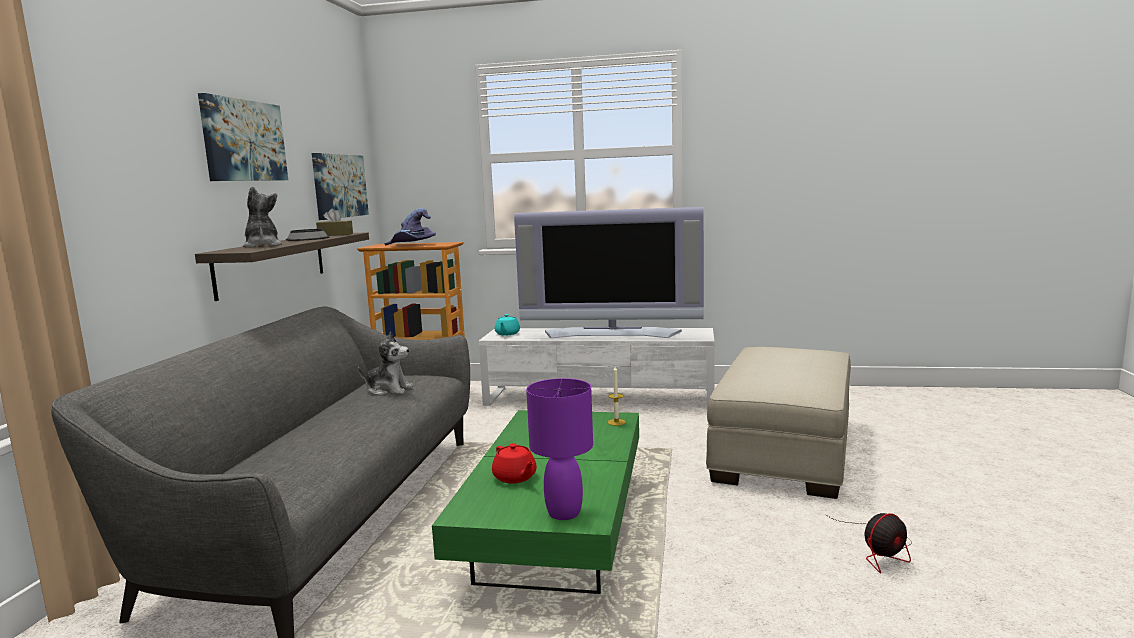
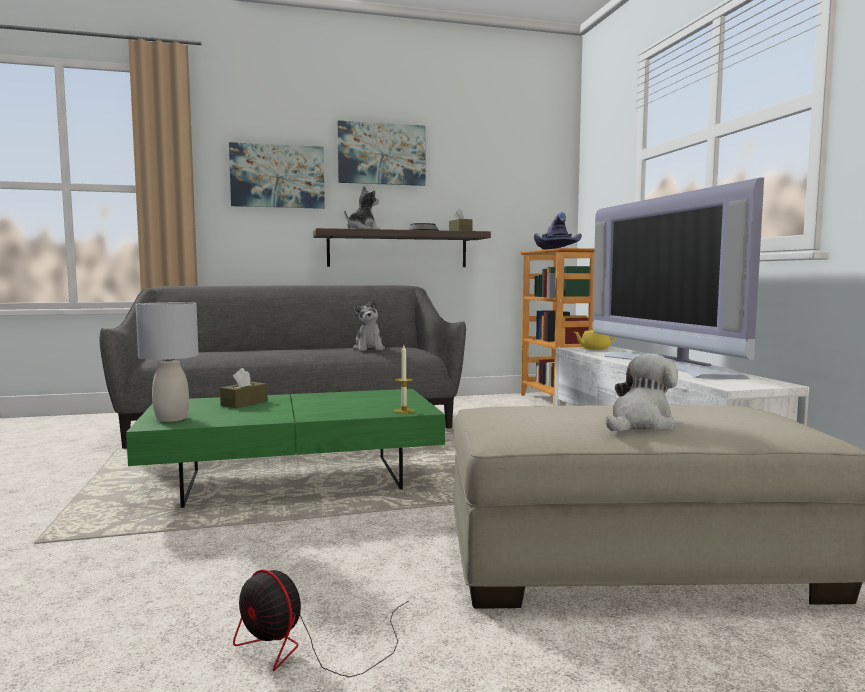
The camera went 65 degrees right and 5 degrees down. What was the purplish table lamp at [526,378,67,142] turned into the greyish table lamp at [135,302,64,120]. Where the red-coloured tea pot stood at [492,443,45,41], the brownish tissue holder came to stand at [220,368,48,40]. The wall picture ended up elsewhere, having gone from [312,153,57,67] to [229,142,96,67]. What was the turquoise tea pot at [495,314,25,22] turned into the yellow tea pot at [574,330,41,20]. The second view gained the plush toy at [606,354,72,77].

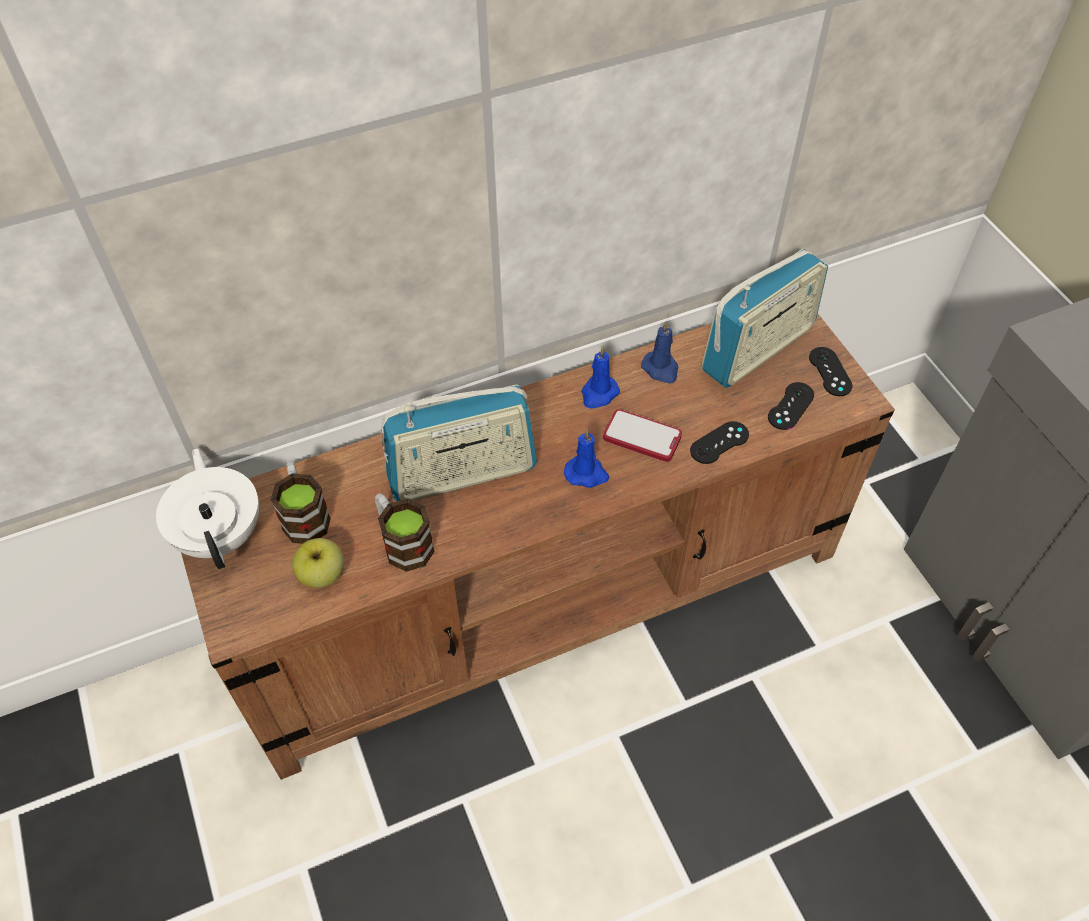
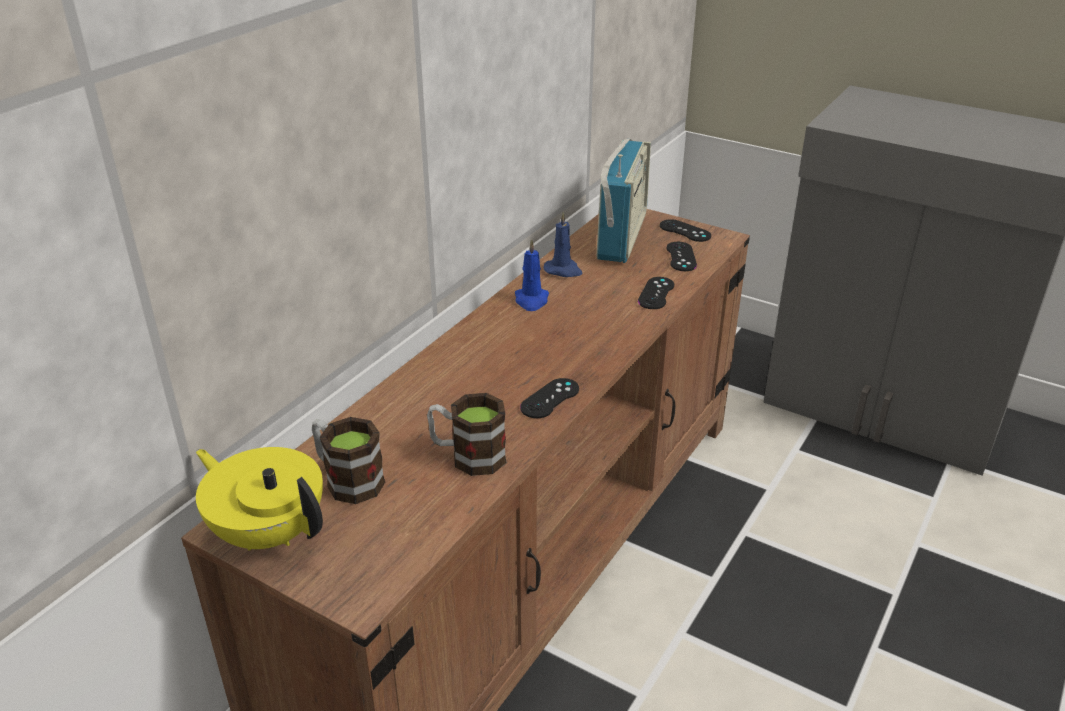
The camera went 35 degrees left and 20 degrees down. What was the whitish tea pot at [156,448,103,121] turned into the yellow tea pot at [196,447,127,104]. The second view gained the black game controller at [520,378,59,40]. The second view lost the whole apple at [292,538,52,50]. The second view lost the radio receiver at [381,384,156,117]. The second view lost the bluish wax light at [564,429,45,59]. The second view lost the phone at [603,409,79,53].

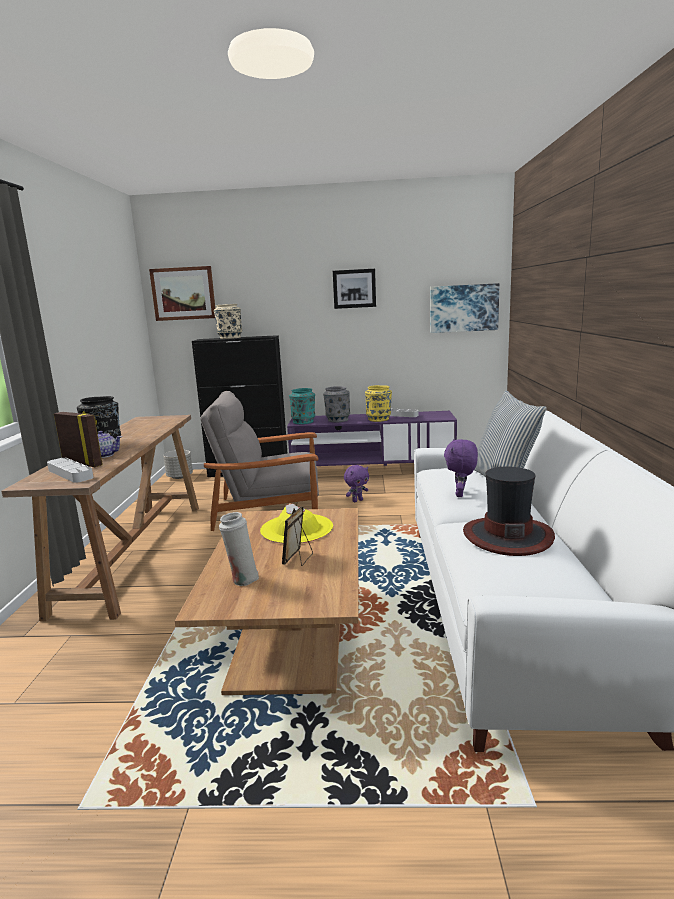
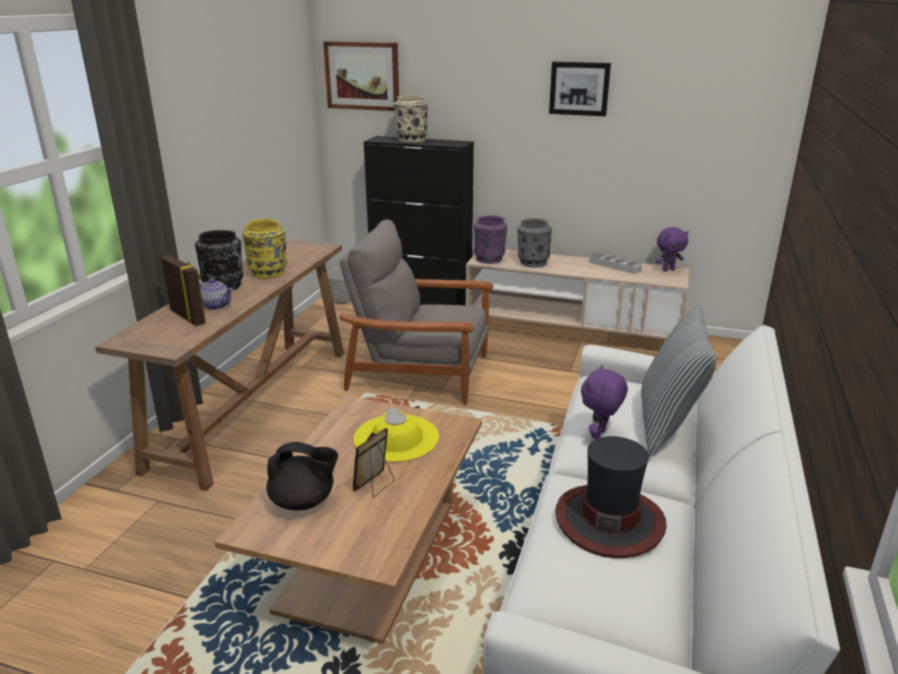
The camera went 15 degrees right and 10 degrees up. The yellow flower vase ended up elsewhere, having gone from [365,385,27,37] to [242,219,45,60]. Where the whitish flower vase stood at [219,512,40,74], the black tea pot came to stand at [267,442,71,68]. What was the purplish tv unit at [287,411,170,55] turned into the beige tv unit at [466,249,223,90]. What was the turquoise flower vase at [289,388,26,36] turned into the purplish flower vase at [474,215,33,49]. The purplish plush toy ended up elsewhere, having gone from [344,465,25,38] to [656,227,33,44]. The second view lost the greyish carrying tray at [47,458,47,25]. The second view lost the wall picture at [430,283,69,50].

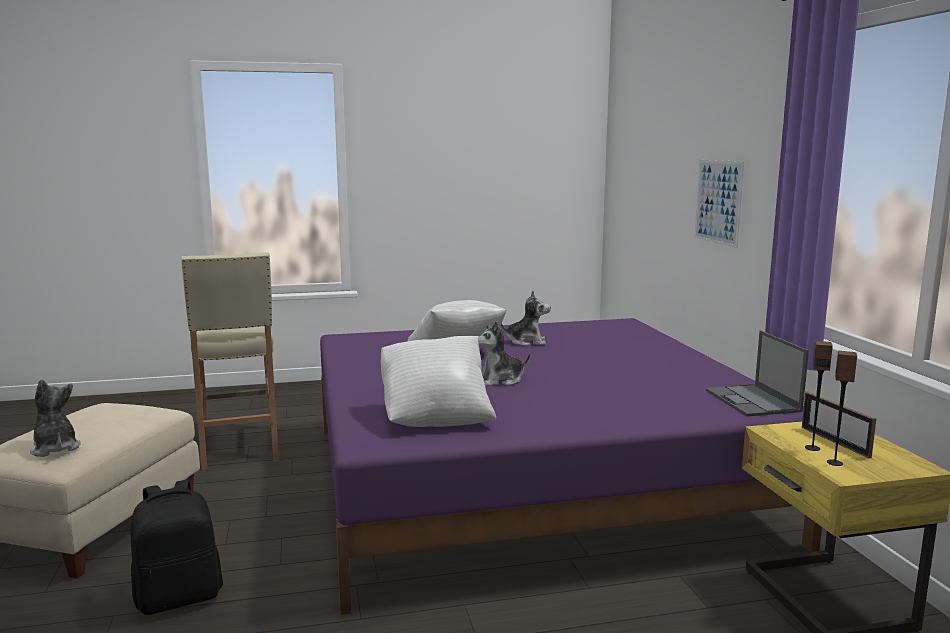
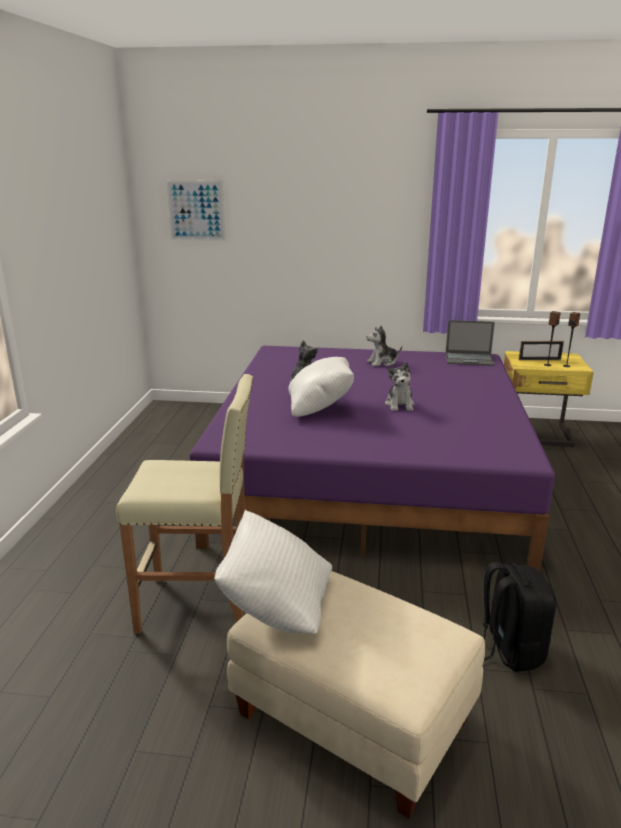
The camera went 70 degrees left and 10 degrees up. The wall picture ended up elsewhere, having gone from [694,160,50,88] to [166,181,60,60]. The whitish cushion ended up elsewhere, having gone from [381,336,115,91] to [214,510,118,124]. The plush toy ended up elsewhere, having gone from [30,379,51,78] to [366,325,36,41].

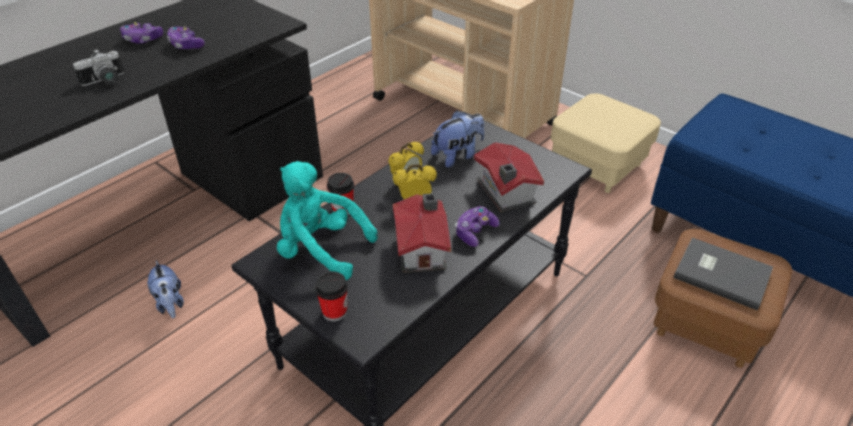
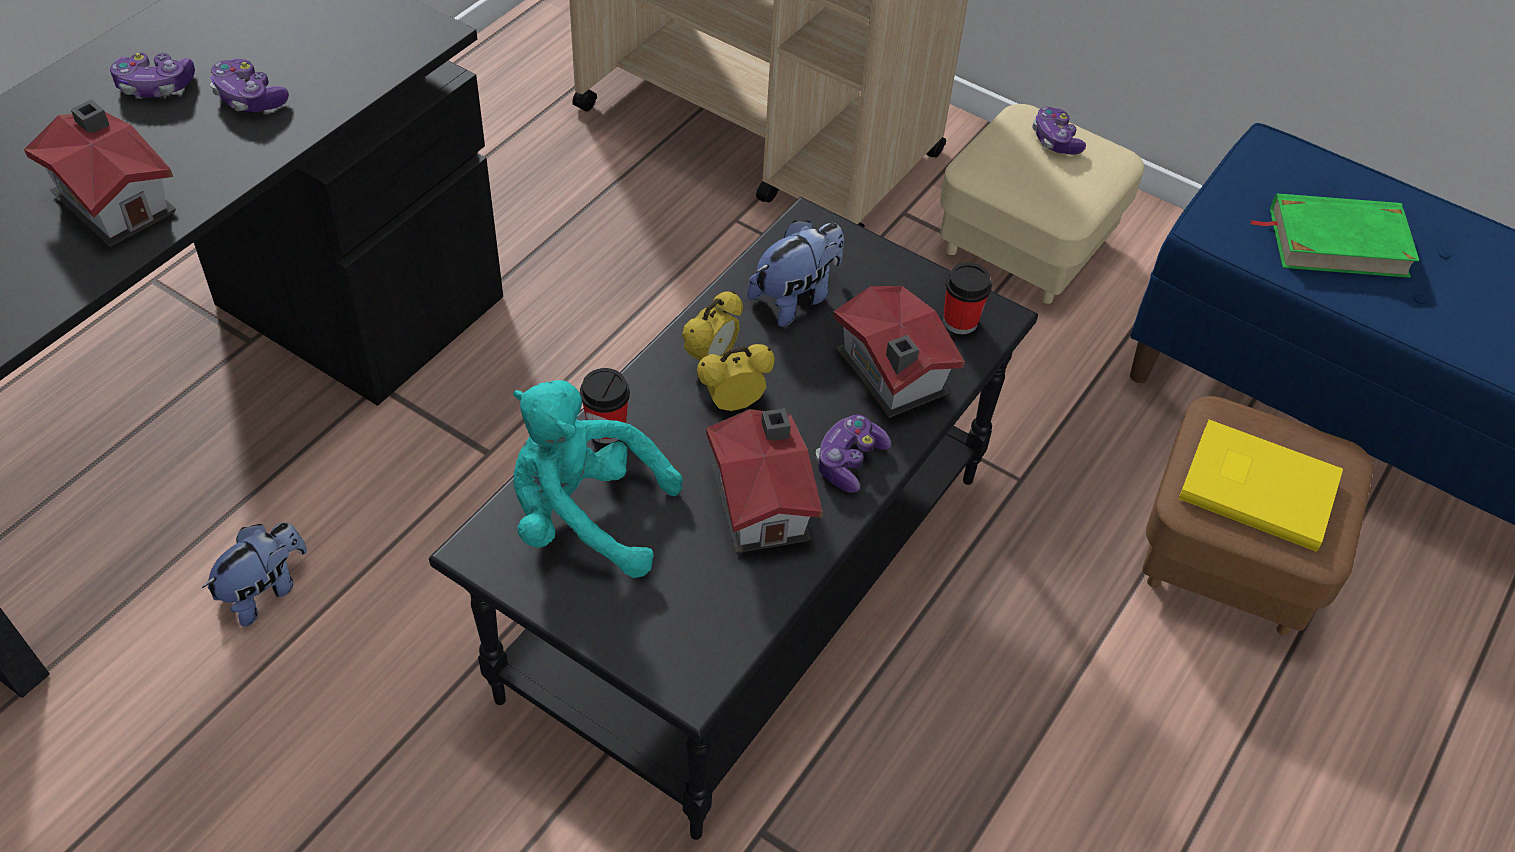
The camera went 10 degrees left and 10 degrees up. Where the photo camera stood at [73,49,51,37], the toy house came to stand at [24,99,152,148]. The plush toy at [147,260,37,58] ended up facing another way, 105 degrees counterclockwise from before. The small cup ended up elsewhere, having gone from [315,271,33,51] to [943,263,49,71]. The second view gained the game controller at [1032,107,54,48]. What was the greyish book at [673,237,100,73] turned into the yellow book at [1179,420,164,132]. The second view gained the green book at [1250,194,169,84].

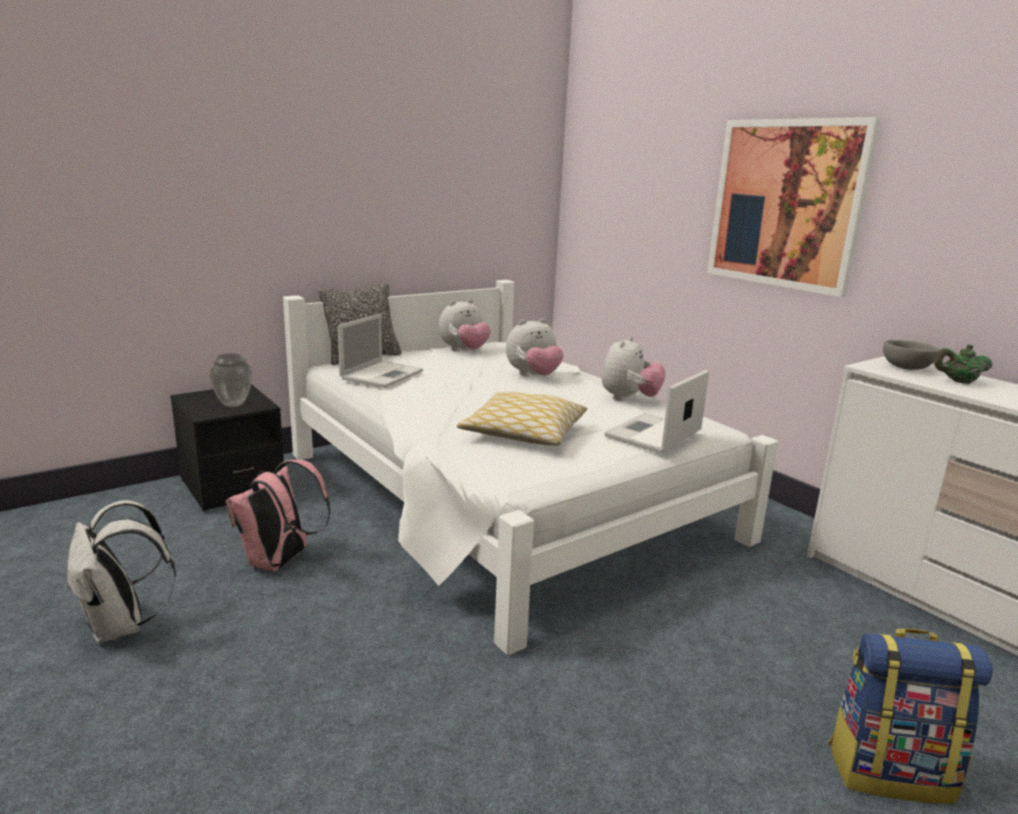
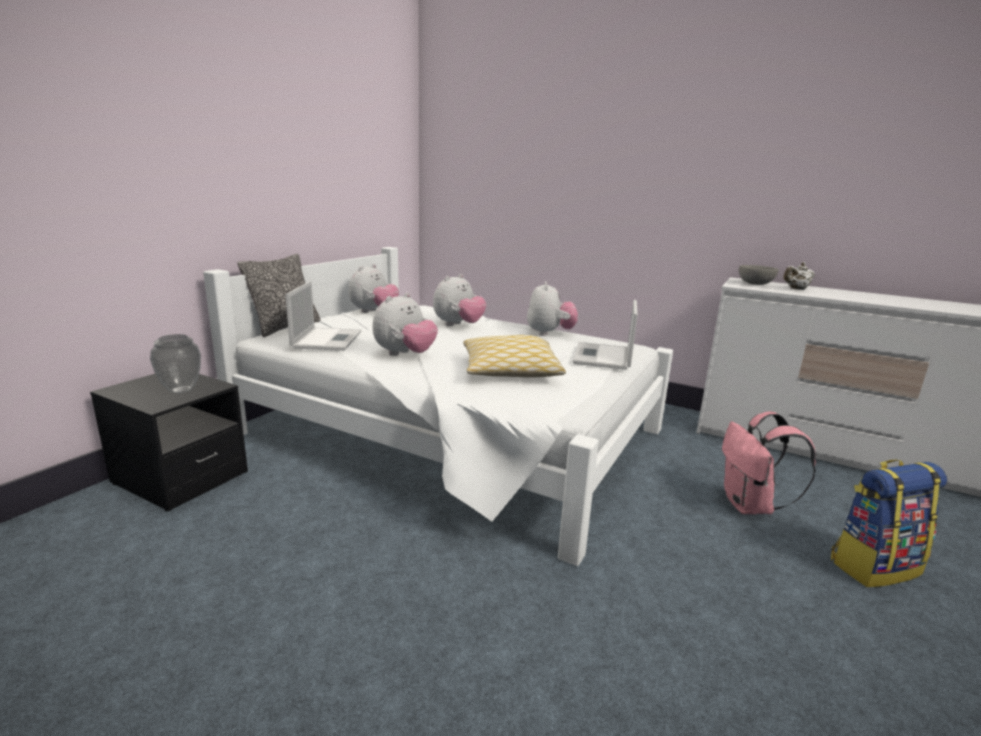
The camera went 25 degrees left and 0 degrees up. The second view gained the plush toy at [373,293,65,63]. The pink rucksack ended up elsewhere, having gone from [226,459,104,113] to [722,412,94,103]. What was the green tea pot at [934,344,59,40] turned into the whitish tea pot at [784,262,31,28]. The second view lost the whitish rucksack at [67,500,109,143]. The second view lost the wall picture at [707,117,174,180].

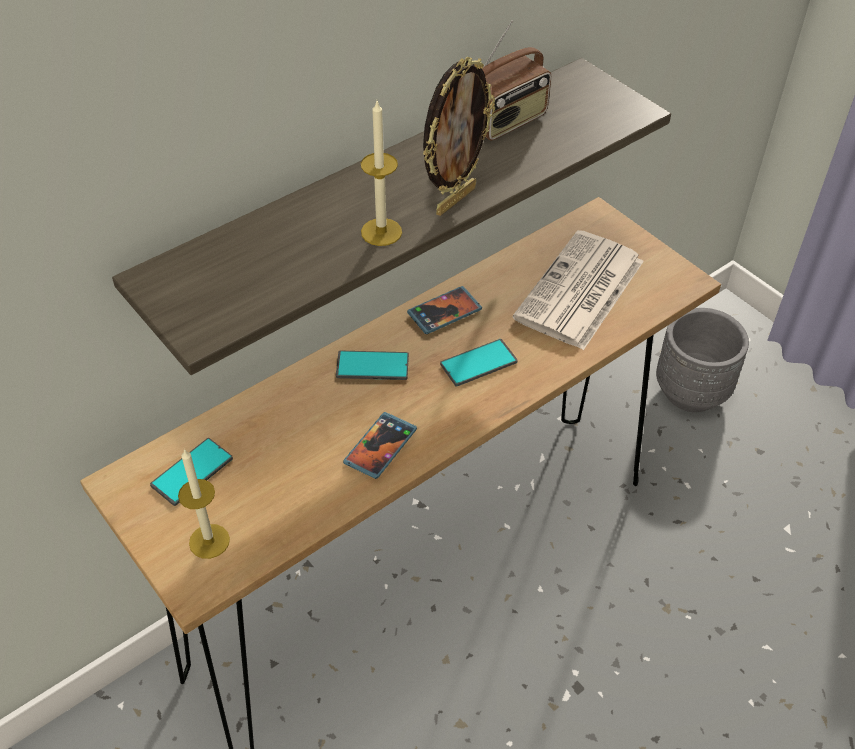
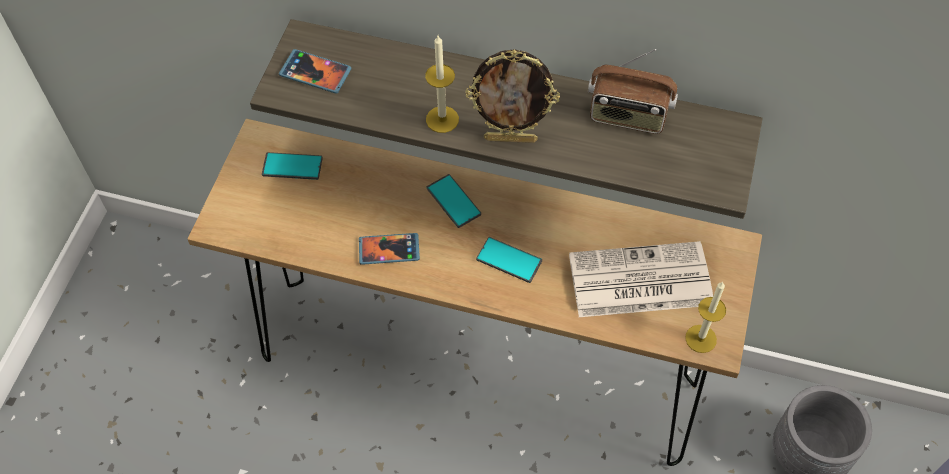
The camera went 55 degrees right and 10 degrees up. The phone ended up elsewhere, having gone from [407,286,75,48] to [279,49,73,44]. The wax light ended up elsewhere, having gone from [178,449,52,110] to [685,281,41,72].

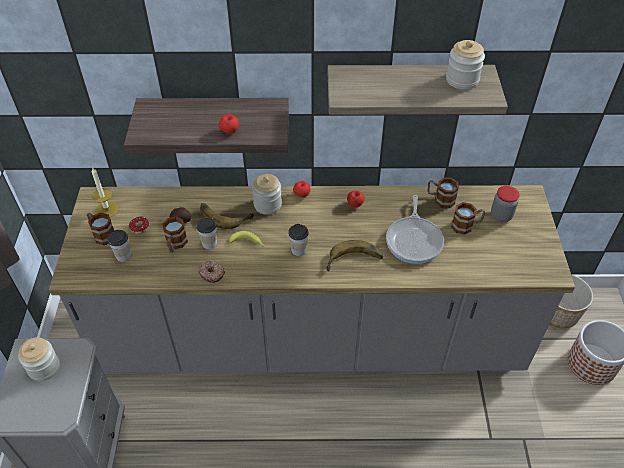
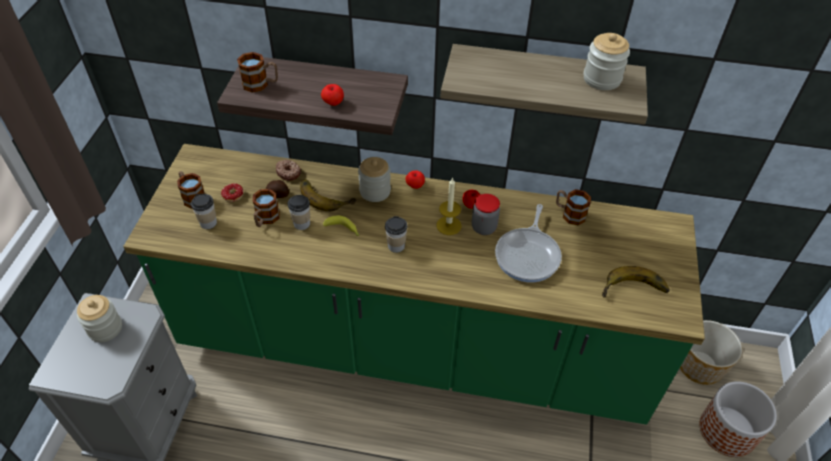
The camera went 10 degrees right and 0 degrees up. What was the greyish counter at [49,185,526,187] turned into the green counter at [123,144,582,281]. The tea mug ended up elsewhere, having gone from [451,202,34,33] to [237,52,41,41]. The doughnut ended up elsewhere, having gone from [198,261,27,22] to [276,159,25,22]. The wax light ended up elsewhere, having gone from [91,168,27,49] to [436,177,26,58]. The preserve jar ended up elsewhere, having gone from [491,186,29,36] to [472,194,28,41]. The banana ended up elsewhere, having gone from [327,240,56,31] to [602,266,68,32].

